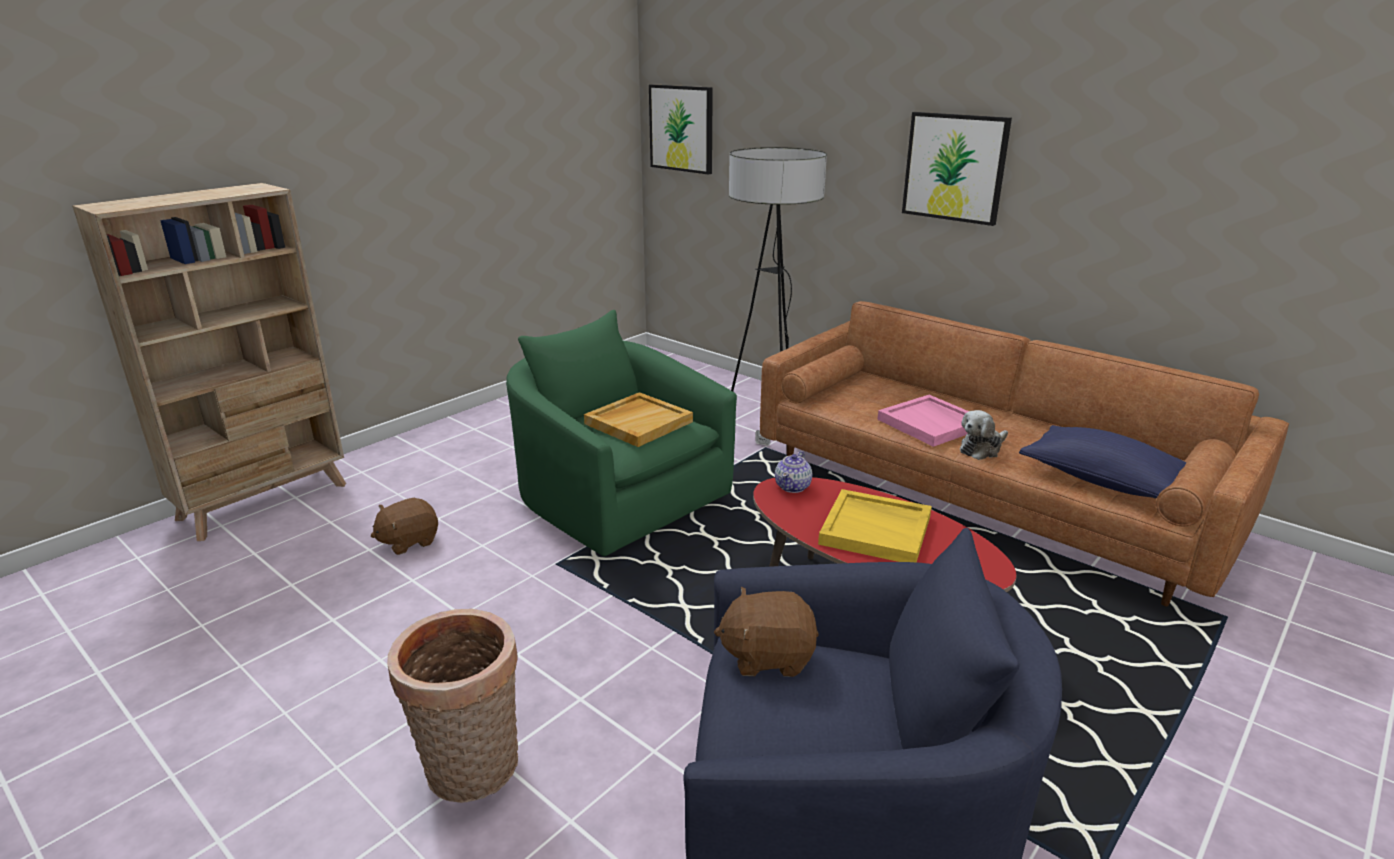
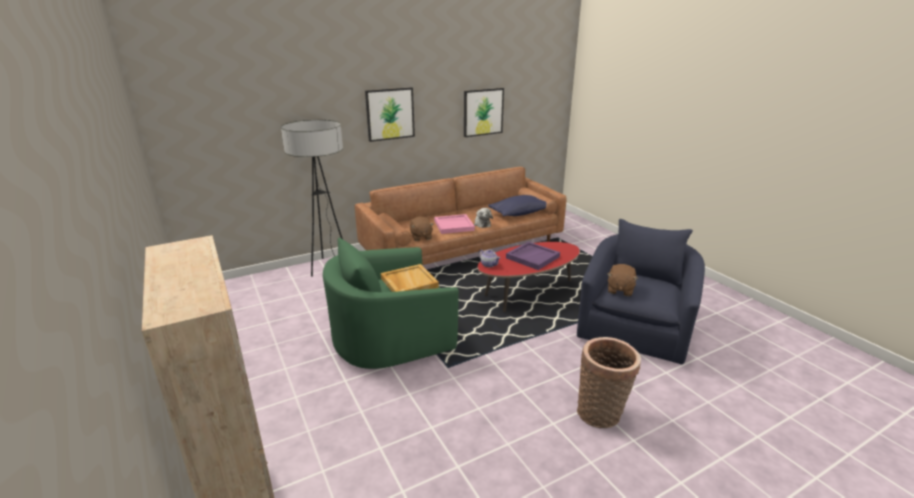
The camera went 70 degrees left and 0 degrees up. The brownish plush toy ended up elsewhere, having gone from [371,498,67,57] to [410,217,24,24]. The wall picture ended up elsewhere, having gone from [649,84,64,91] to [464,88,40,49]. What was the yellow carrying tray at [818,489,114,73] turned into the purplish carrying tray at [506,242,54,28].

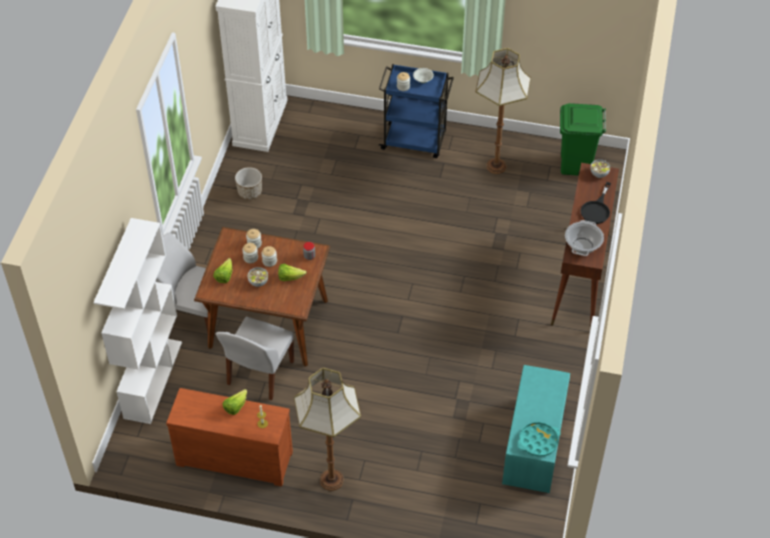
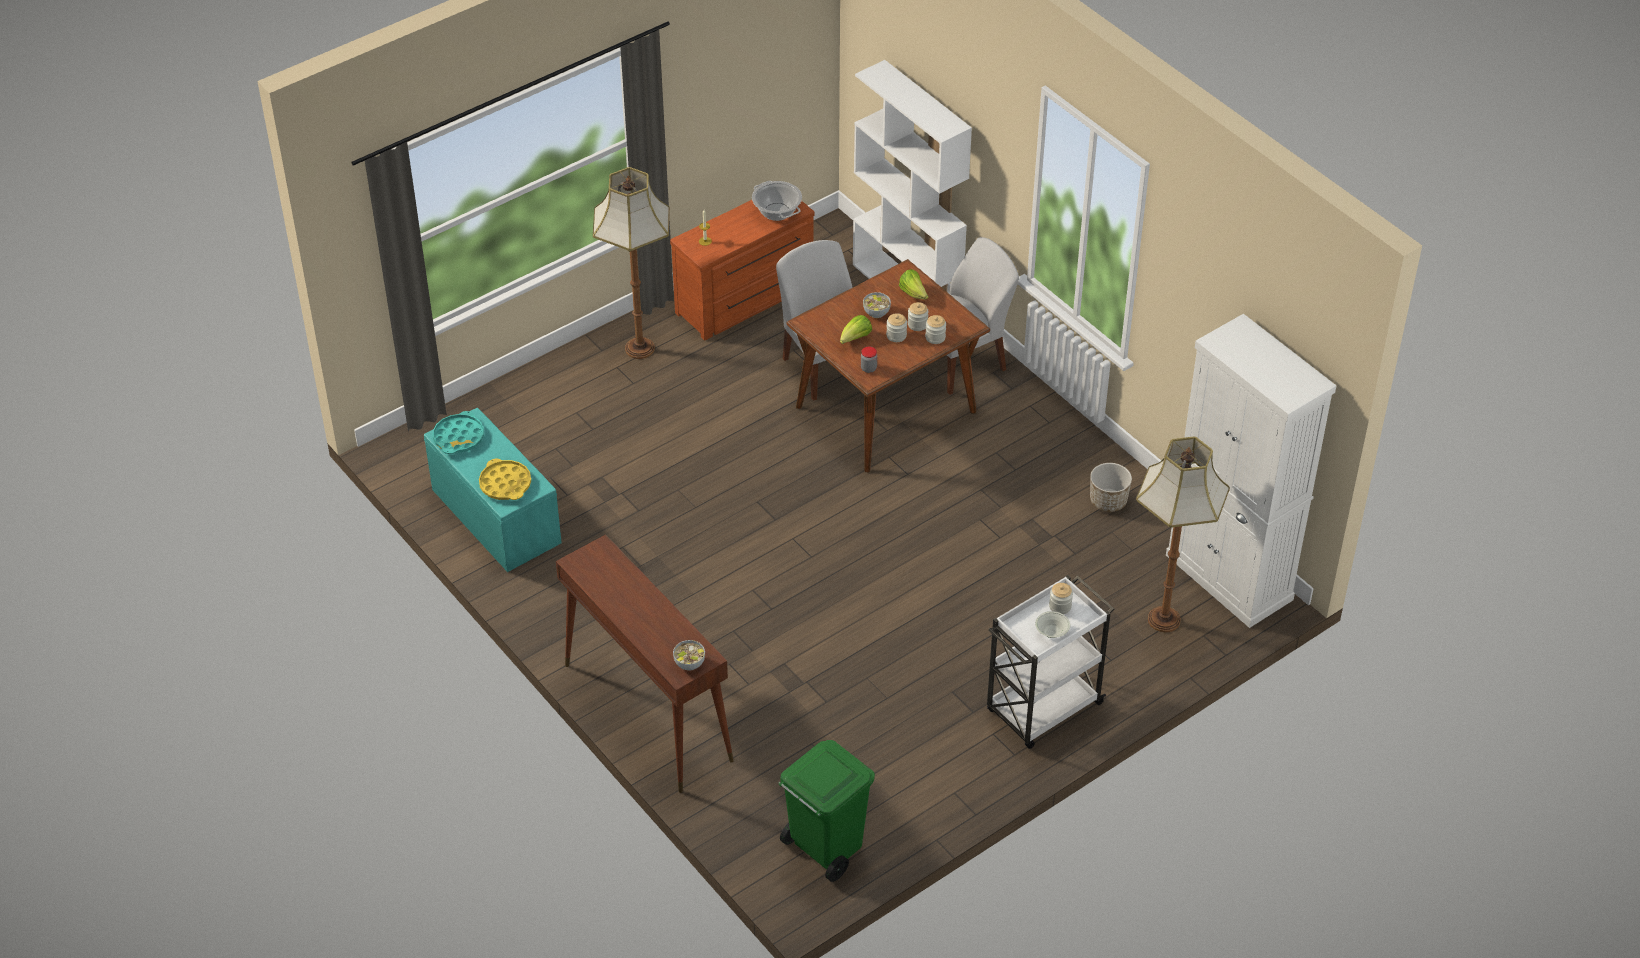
The camera went 130 degrees right and 5 degrees down. The second view gained the yellow carrying tray at [479,459,52,41]. The cooking pot ended up elsewhere, having gone from [565,220,39,36] to [752,181,50,40]. What was the bluish wheeled cart at [379,64,75,94] turned into the whitish wheeled cart at [987,575,127,174]. The standing lamp ended up elsewhere, having gone from [475,48,56,126] to [1136,437,94,195]. The second view lost the head of lettuce at [222,389,25,26]. The second view lost the black frying pan at [581,182,30,42].

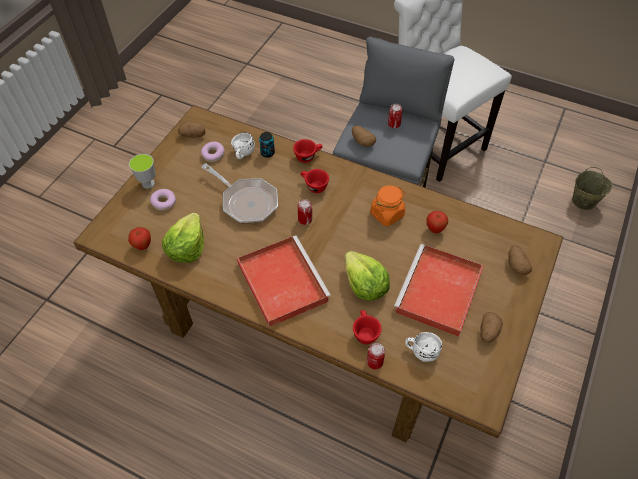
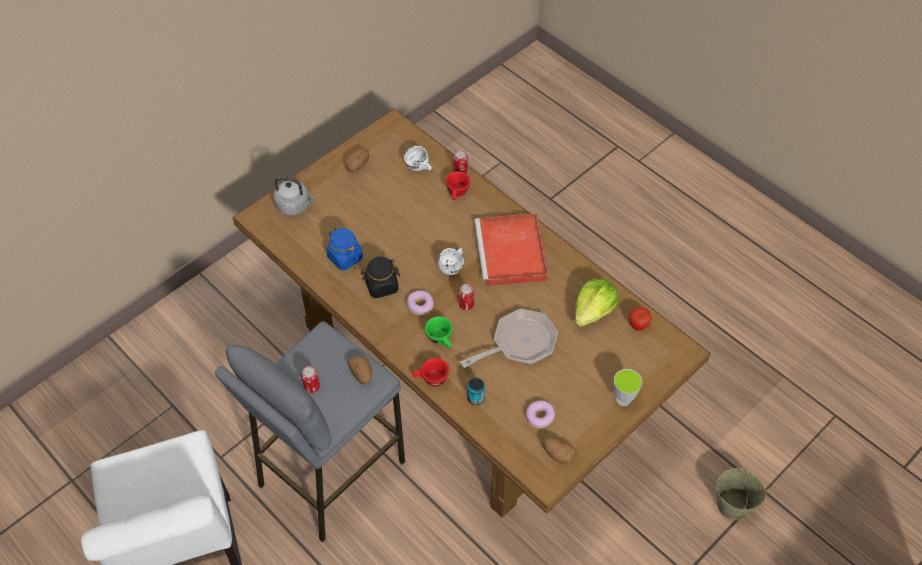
The camera went 160 degrees left and 0 degrees up. Where the spud stood at [508,245,24,30], the greyish tea kettle came to stand at [273,177,43,39]. Where the whole apple stood at [427,211,21,22], the bluish preserve jar came to stand at [327,228,36,42]. What was the orangey preserve jar at [371,185,34,41] turned into the black preserve jar at [361,256,39,42]. The doughnut ended up elsewhere, having gone from [150,189,26,22] to [407,291,27,24]. What was the red-coloured small cup at [301,169,28,24] turned into the green small cup at [425,316,27,32]. The whitish tea mug ended up elsewhere, having gone from [231,132,24,27] to [438,248,26,27]. The frying pan at [201,163,77,60] ended up facing another way, 90 degrees clockwise from before. The beige bucket ended up elsewhere, having gone from [572,167,40,43] to [716,467,51,53]. The second view lost the head of lettuce at [345,251,45,50]. The second view lost the red-coloured carrying tray at [393,244,91,93].

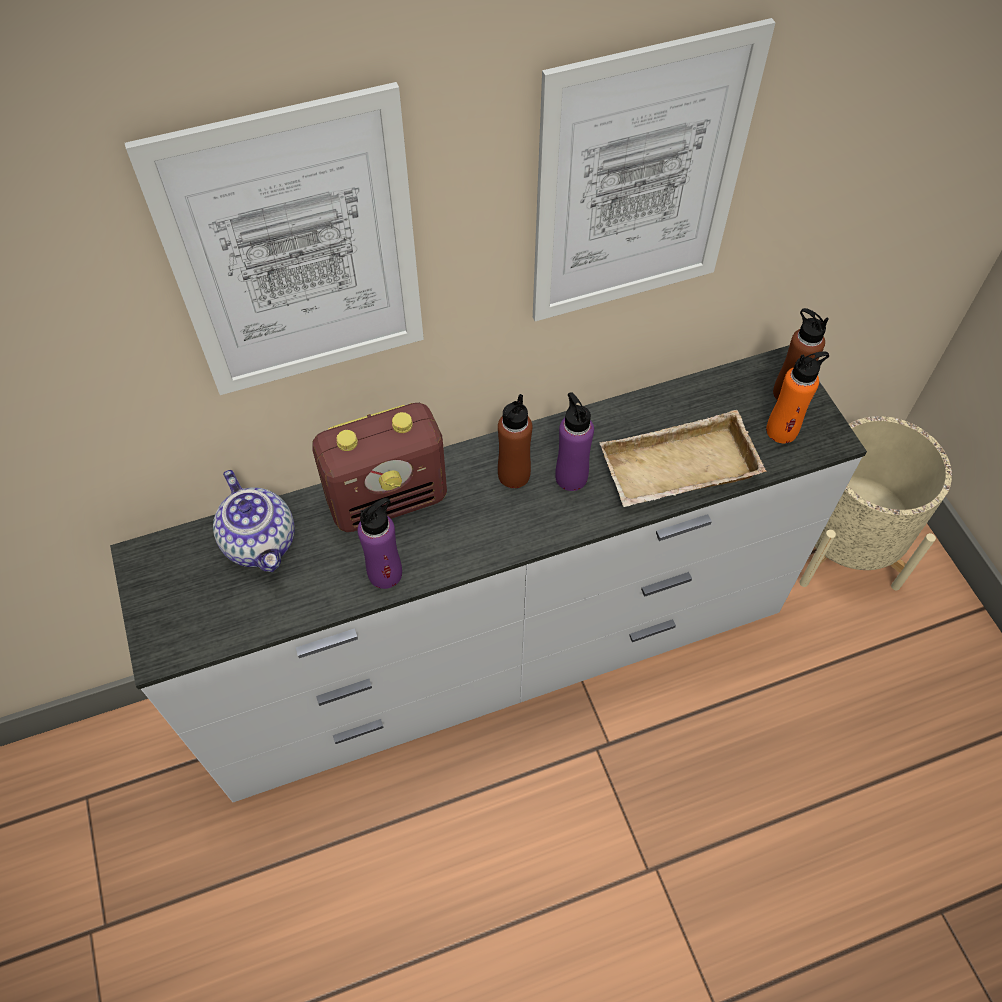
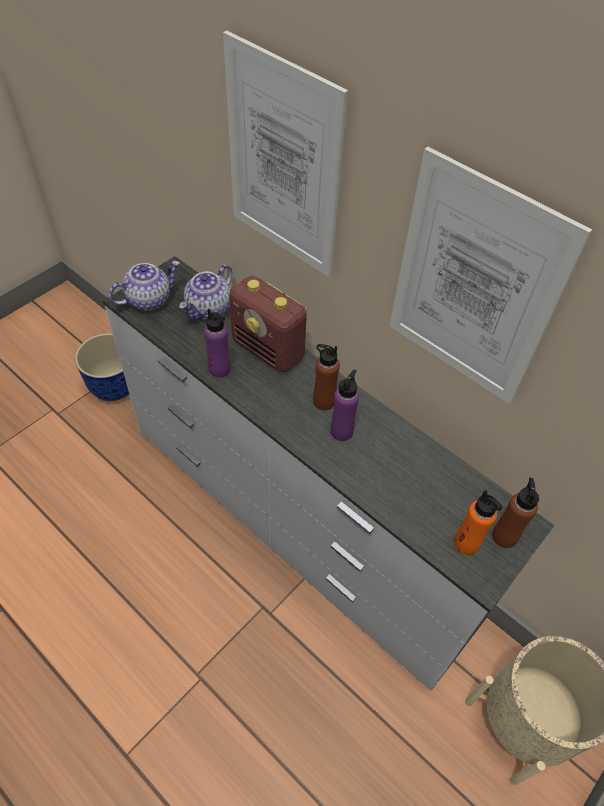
The camera went 60 degrees right and 5 degrees down. The second view gained the plant pot at [75,333,54,68]. The second view gained the tea pot at [108,261,72,50]. The second view lost the beige carrying tray at [600,410,166,97].

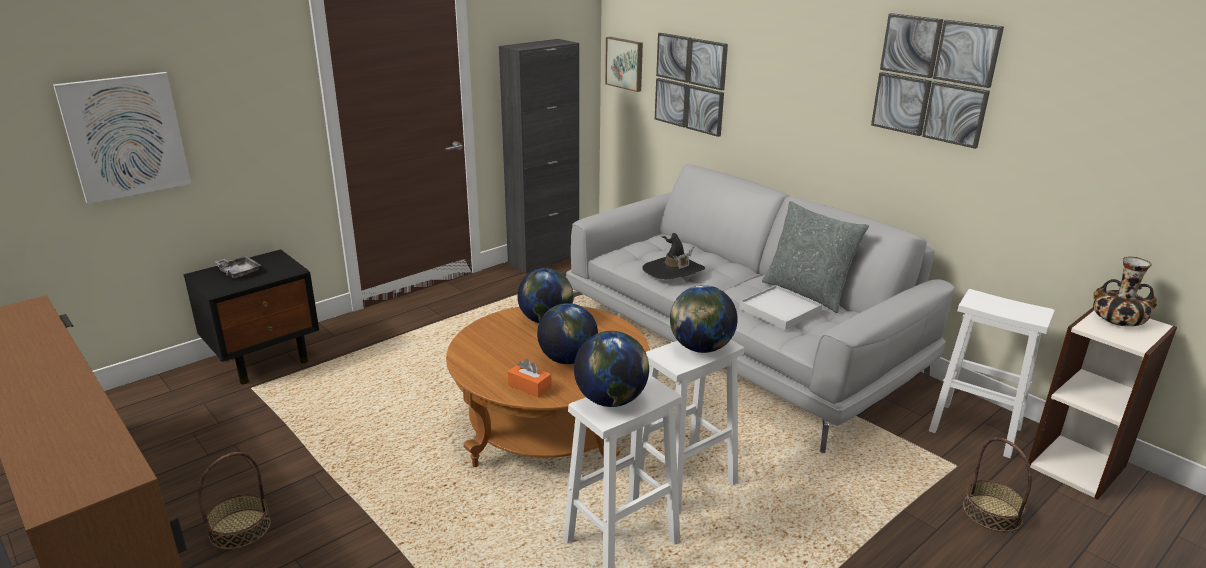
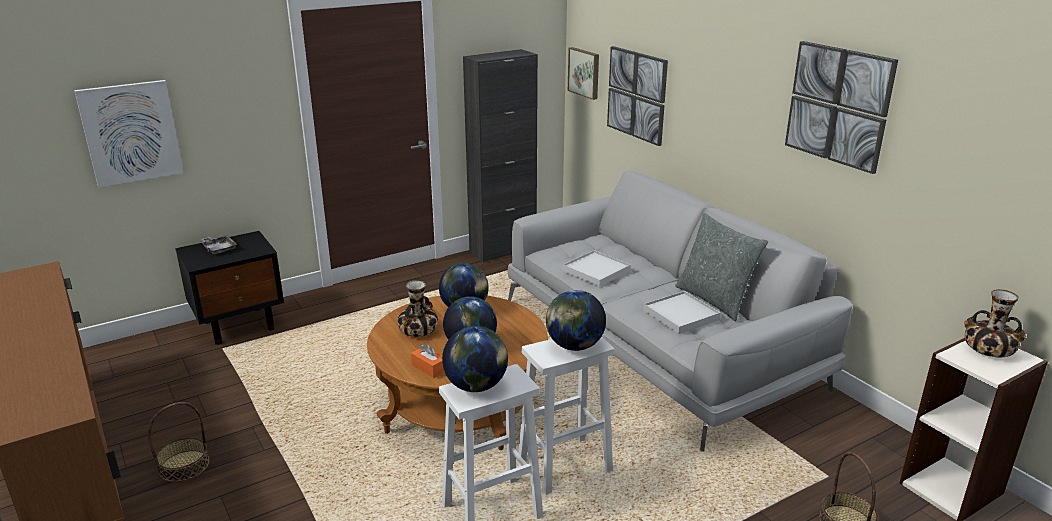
The camera went 10 degrees right and 0 degrees up. The second view gained the flower vase at [398,280,40,57]. Where the black hat stood at [643,233,62,47], the whitish carrying tray came to stand at [563,250,68,37]. The second view lost the whitish stool at [929,289,126,169].

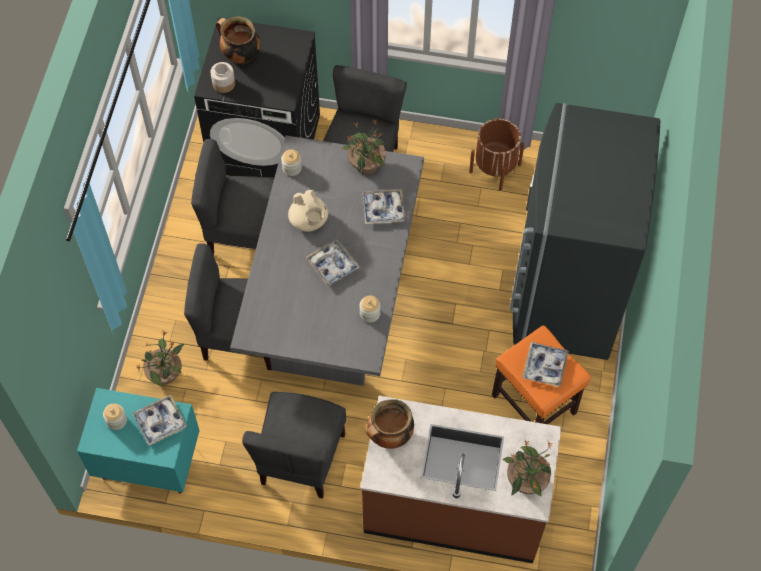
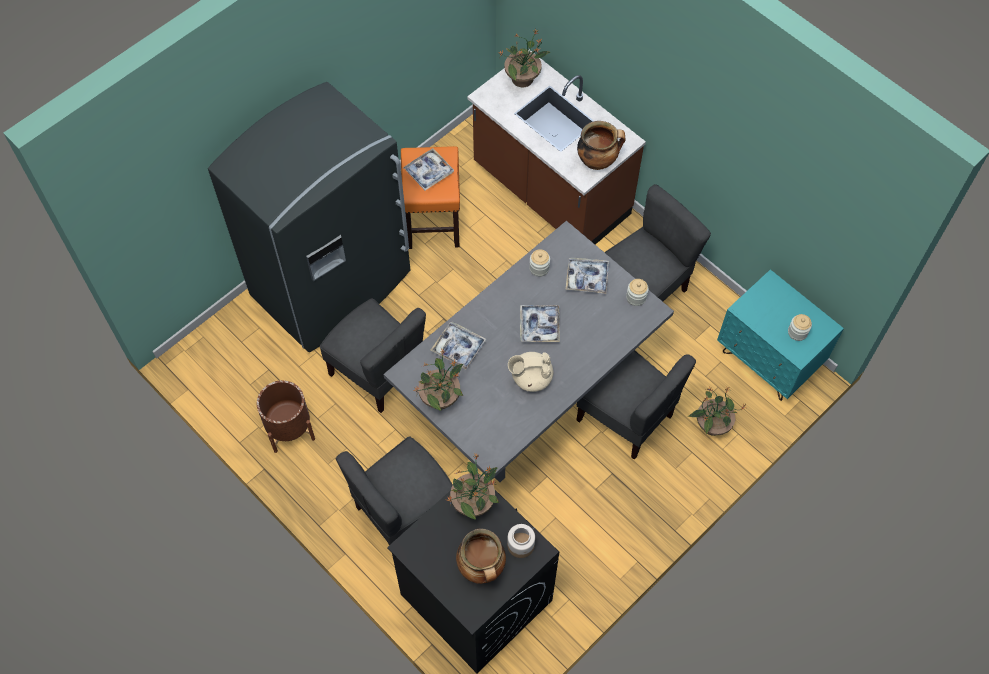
The camera went 145 degrees left and 0 degrees up. The greyish chair ended up elsewhere, having gone from [191,139,84,117] to [320,298,106,115]. The second view gained the plant in a pot at [447,453,52,66]. The beige tea pot at [288,190,40,42] ended up facing another way, 105 degrees counterclockwise from before. The carrying tray ended up elsewhere, having gone from [132,395,55,51] to [565,257,44,37]. The preserve jar ended up elsewhere, having gone from [281,150,21,26] to [626,279,23,27].

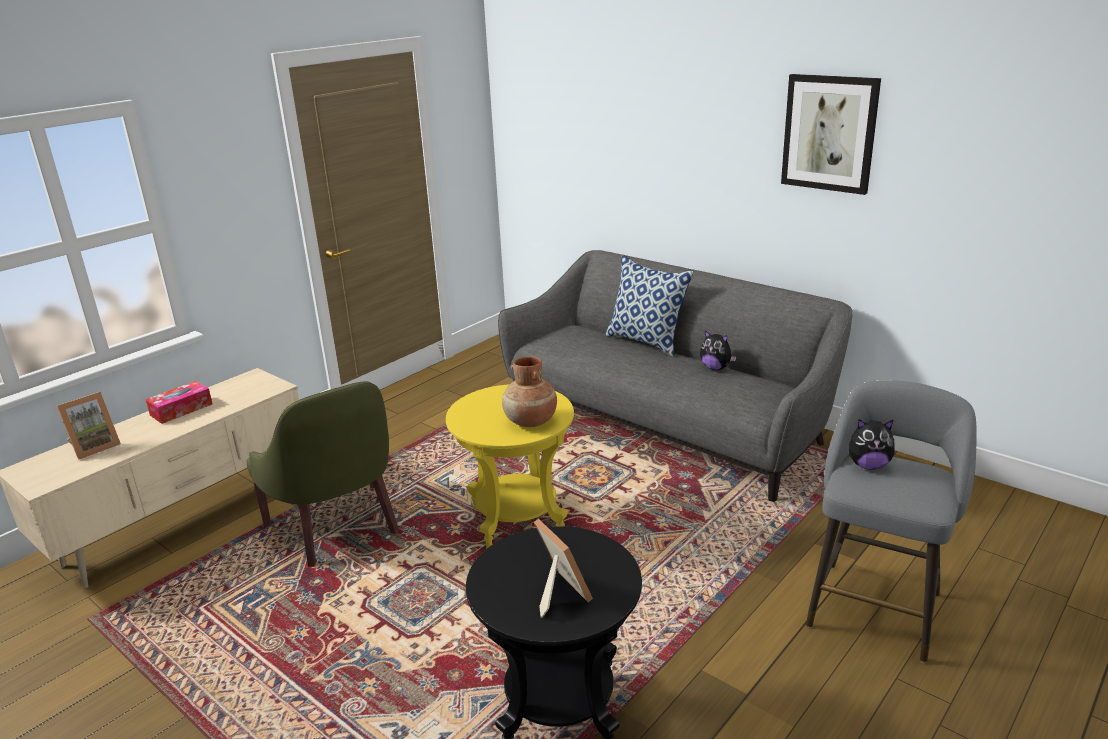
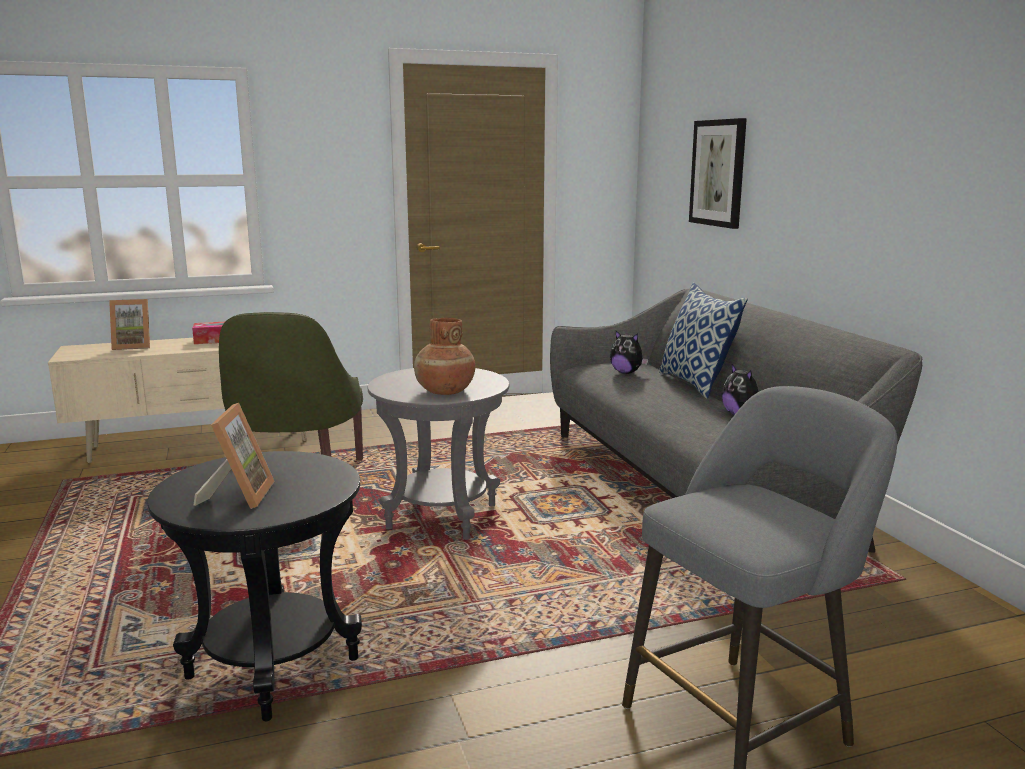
The camera went 30 degrees right and 10 degrees down. What was the yellow end table at [446,384,128,165] turned into the greyish end table at [368,368,142,172]. The plush toy ended up elsewhere, having gone from [849,419,46,51] to [610,331,38,43]. The wall picture ended up elsewhere, having gone from [781,74,100,121] to [689,118,58,111].

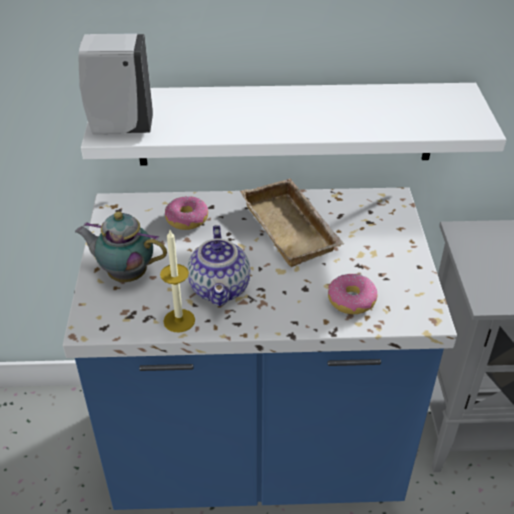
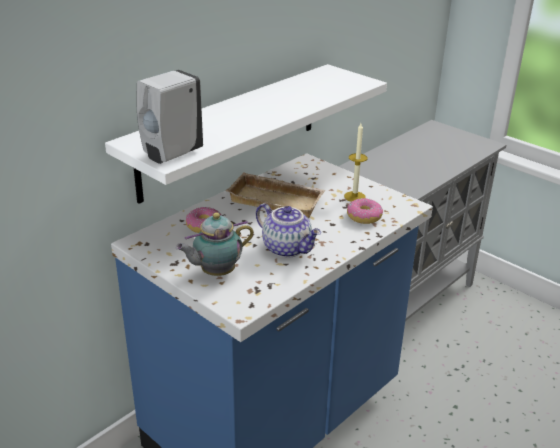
The camera went 45 degrees left and 10 degrees down. The wax light ended up elsewhere, having gone from [160,230,35,103] to [344,123,23,79].

